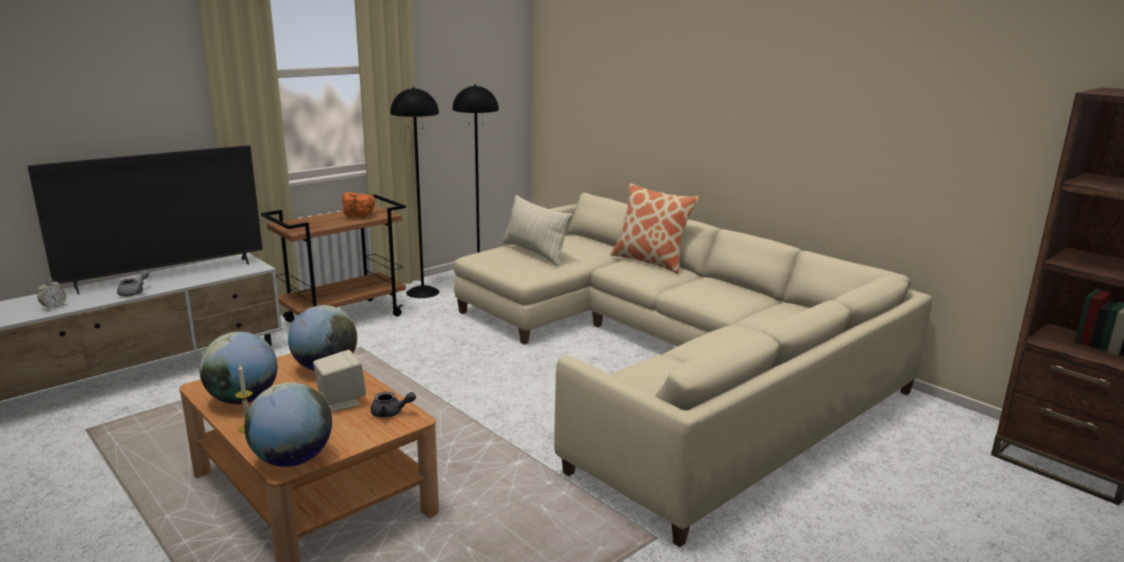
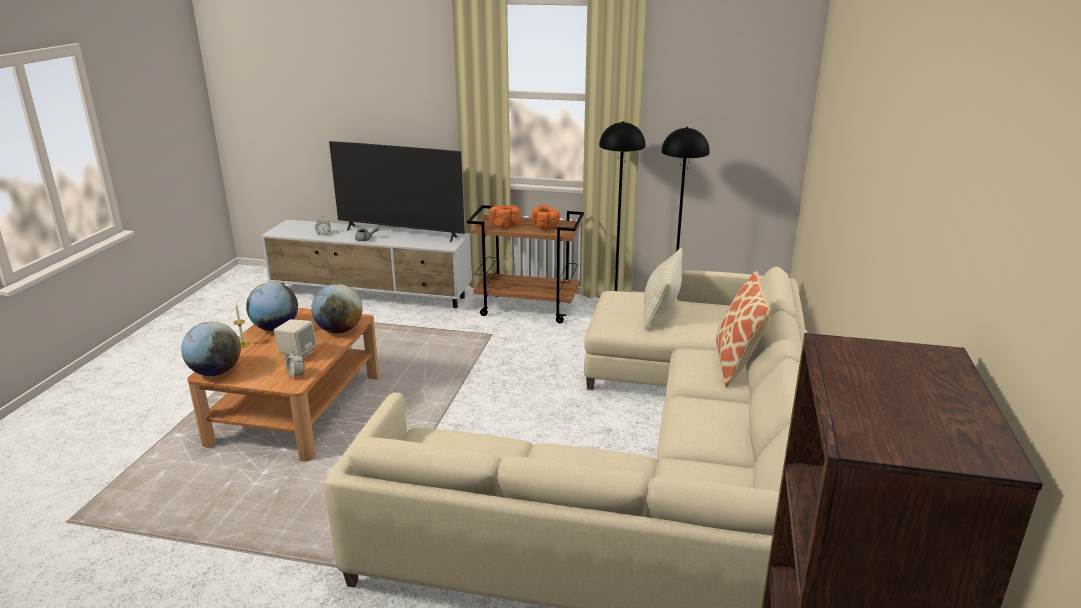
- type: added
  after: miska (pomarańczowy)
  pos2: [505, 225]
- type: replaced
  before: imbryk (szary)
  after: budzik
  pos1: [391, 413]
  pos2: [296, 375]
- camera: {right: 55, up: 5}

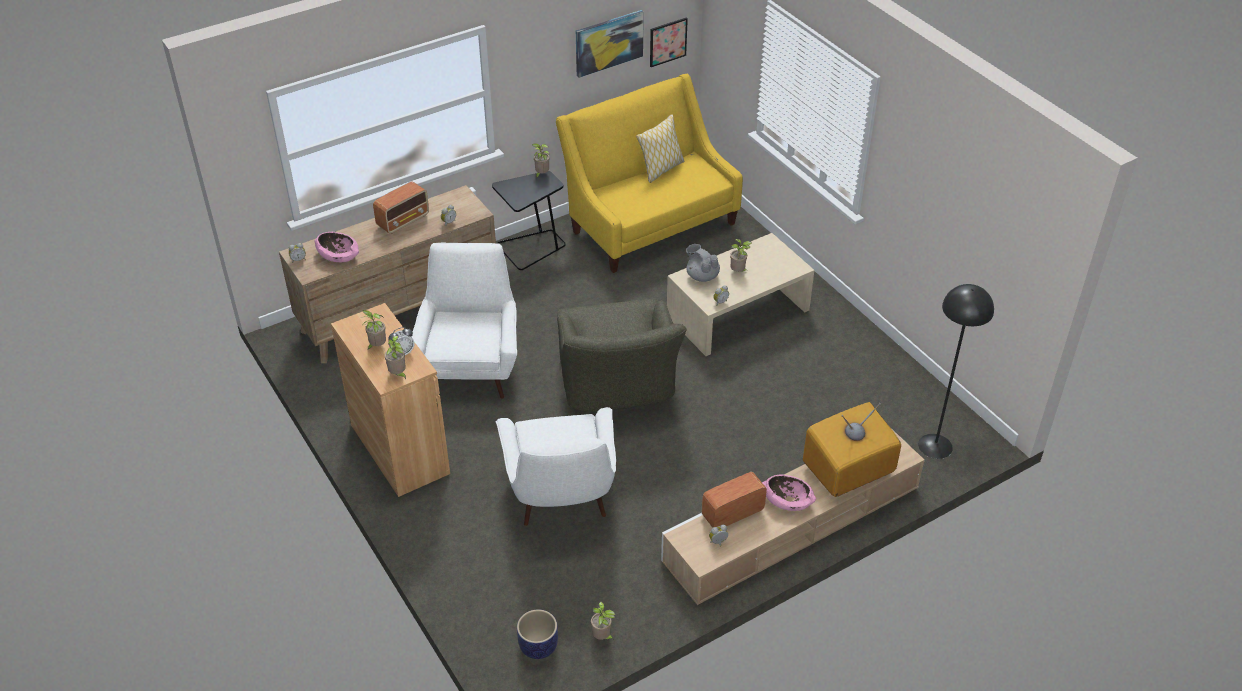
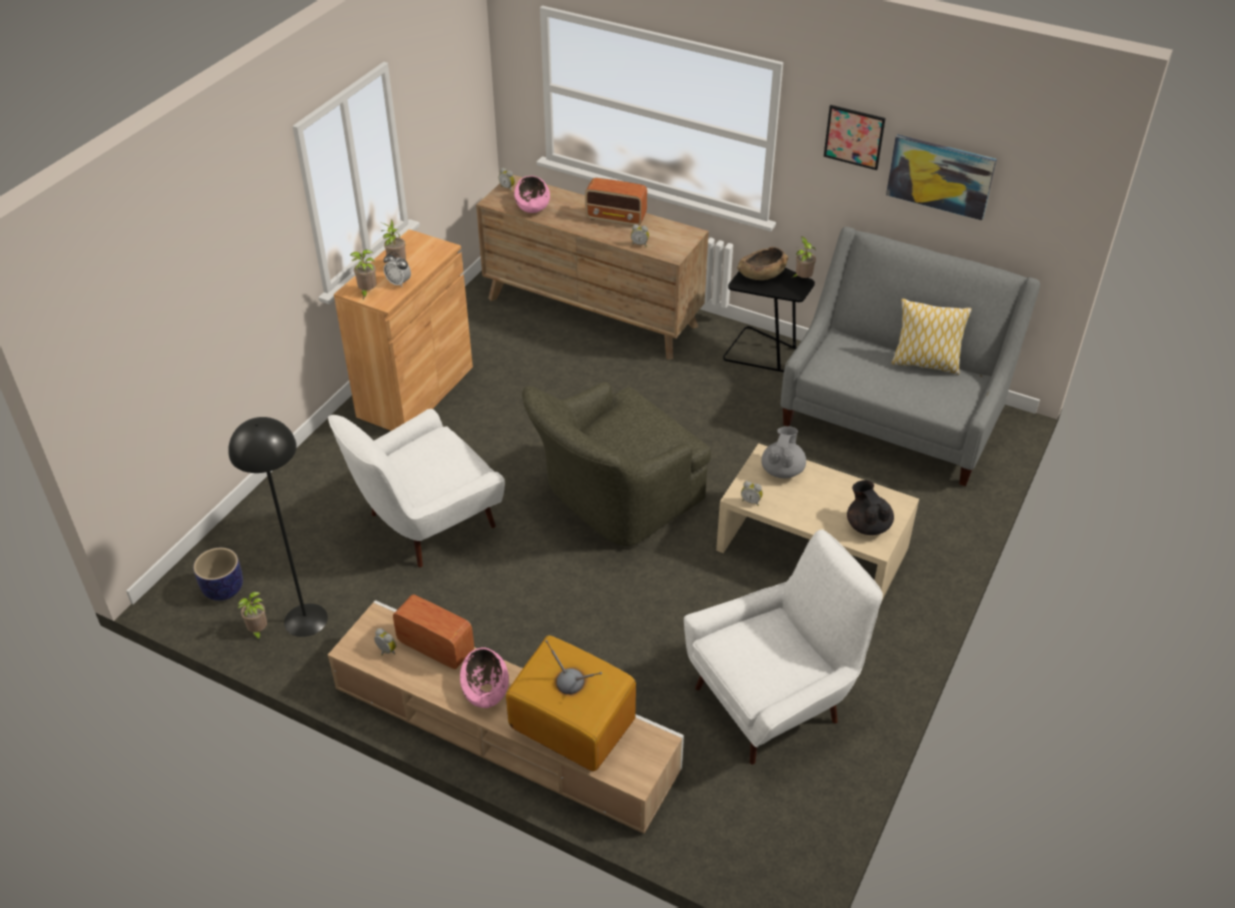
- type: removed
  before: roślina doniczkowa
  pos1: [738, 272]
- type: added
  after: miska (brązowy)
  pos2: [761, 274]
- type: added
  after: imbryk (czarny)
  pos2: [867, 525]
- type: moved
  before: fotel (biały)
  pos1: [470, 367]
  pos2: [774, 700]
- type: moved
  before: obraz
  pos1: [668, 42]
  pos2: [854, 137]
- type: moved
  before: lampa stojąca (czarny)
  pos1: [935, 446]
  pos2: [305, 619]
- type: recoloured
  before: kanapa (żółty)
  after: kanapa (szary)
  pos1: [649, 223]
  pos2: [892, 418]
- camera: {right: 60, up: 0}

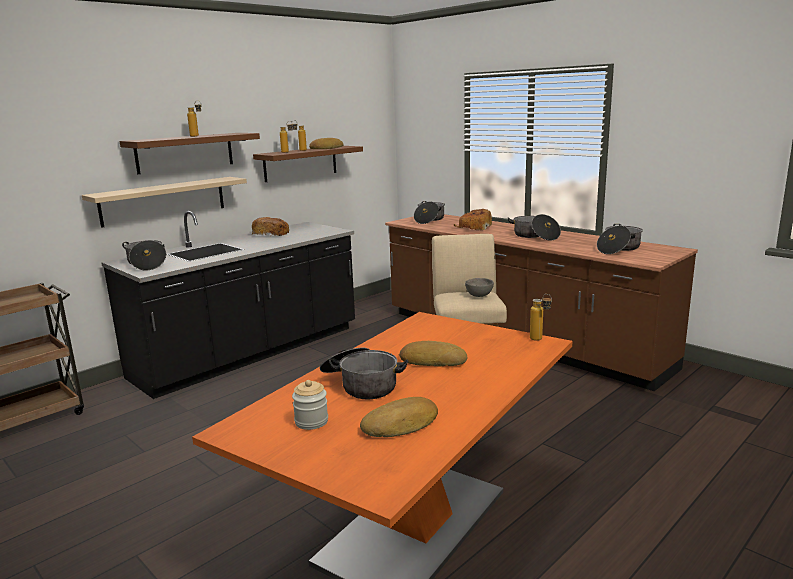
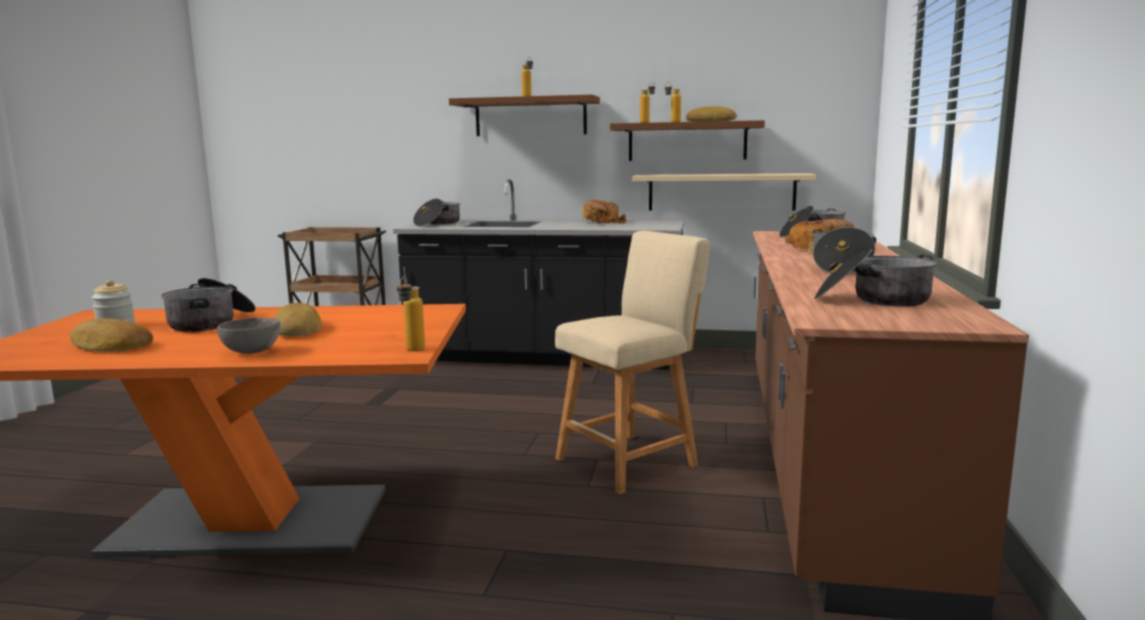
- type: moved
  before: półka (beżowy)
  pos1: [164, 201]
  pos2: [721, 192]
- type: moved
  before: miska (szary)
  pos1: [479, 295]
  pos2: [253, 352]
- camera: {right: 55, up: -5}

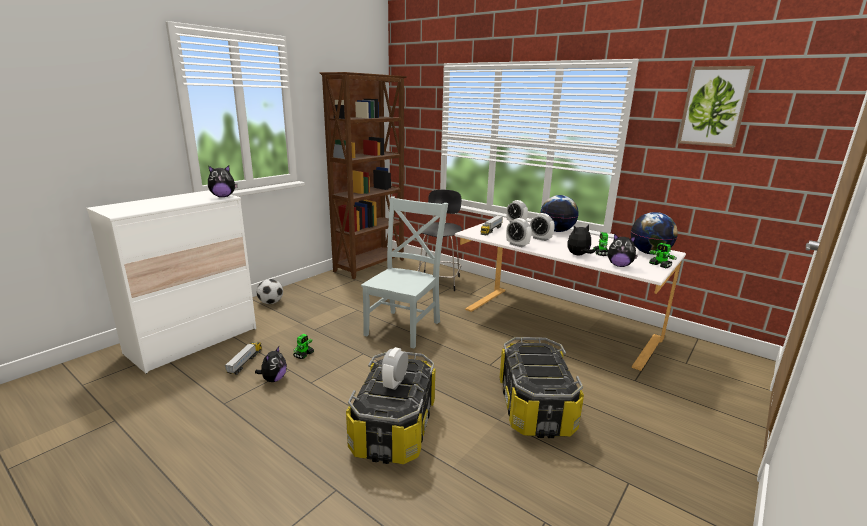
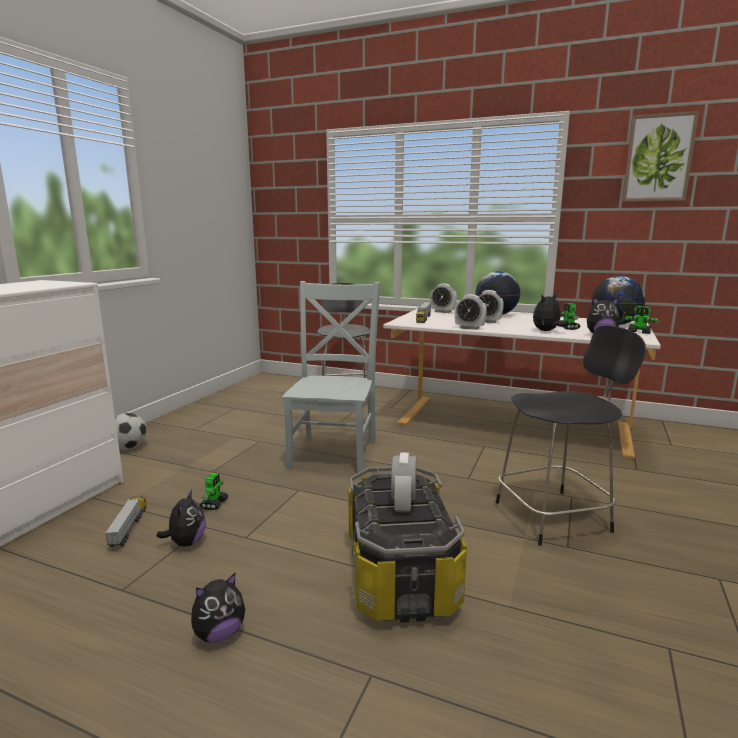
- type: removed
  before: regał (brązowy)
  pos1: [370, 265]
- type: moved
  before: pluszak
  pos1: [223, 196]
  pos2: [219, 634]
- type: replaced
  before: pojemnik do przechowywania
  after: krzesło (czarny)
  pos1: [535, 407]
  pos2: [555, 516]
- camera: {right: -15, up: -5}

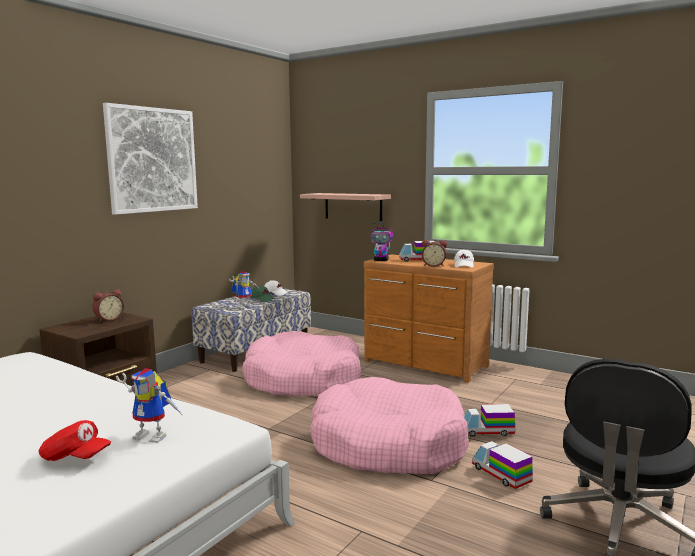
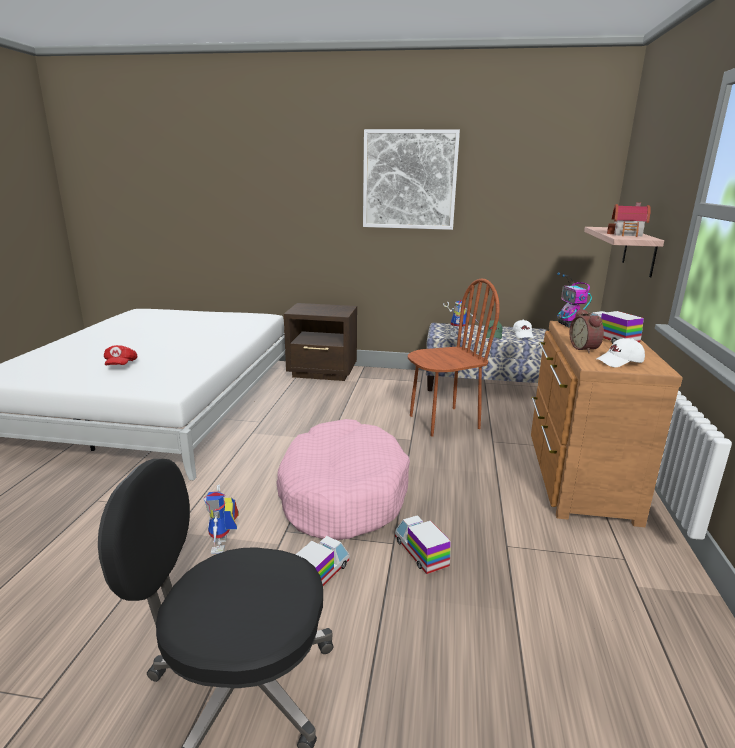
- type: removed
  before: budzik
  pos1: [108, 319]
- type: added
  after: domek
  pos2: [628, 234]
- type: moved
  before: robot zabawkowy
  pos1: [154, 435]
  pos2: [223, 546]
- type: replaced
  before: legowisko (różowy)
  after: krzesło (brązowy)
  pos1: [303, 380]
  pos2: [444, 421]
- camera: {right: 65, up: 10}

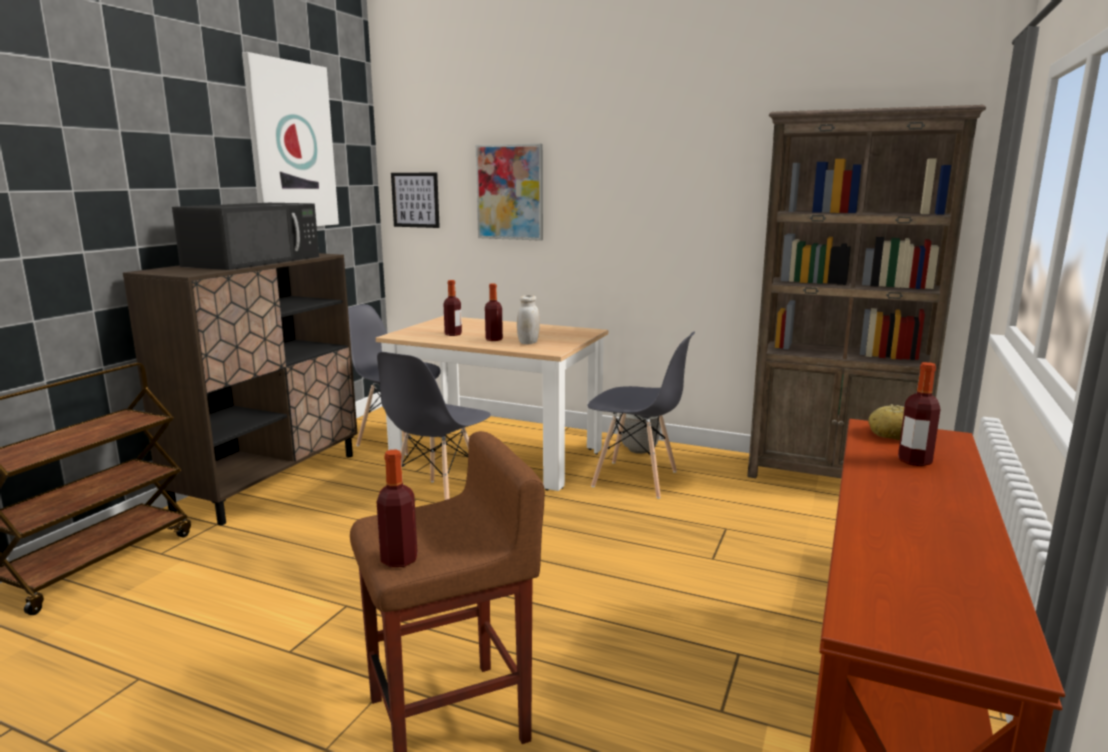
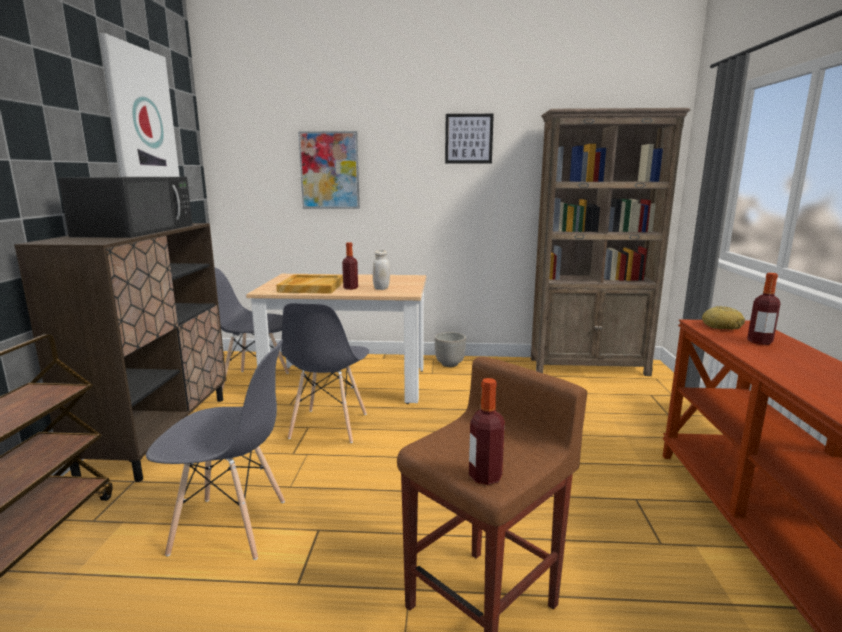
- type: moved
  before: obraz
  pos1: [415, 200]
  pos2: [468, 138]
- type: moved
  before: krzesło (szary)
  pos1: [635, 479]
  pos2: [230, 527]
- type: replaced
  before: butelka
  after: taca (beżowy)
  pos1: [453, 334]
  pos2: [311, 287]
- camera: {right: -20, up: 0}

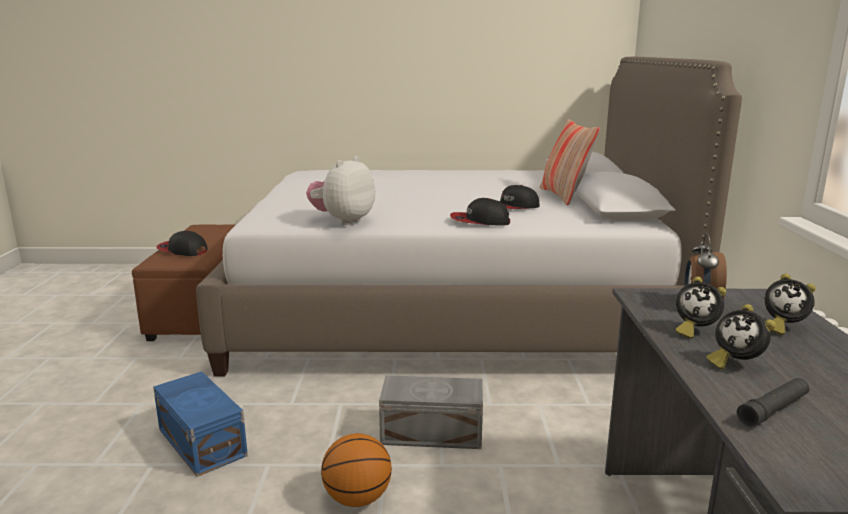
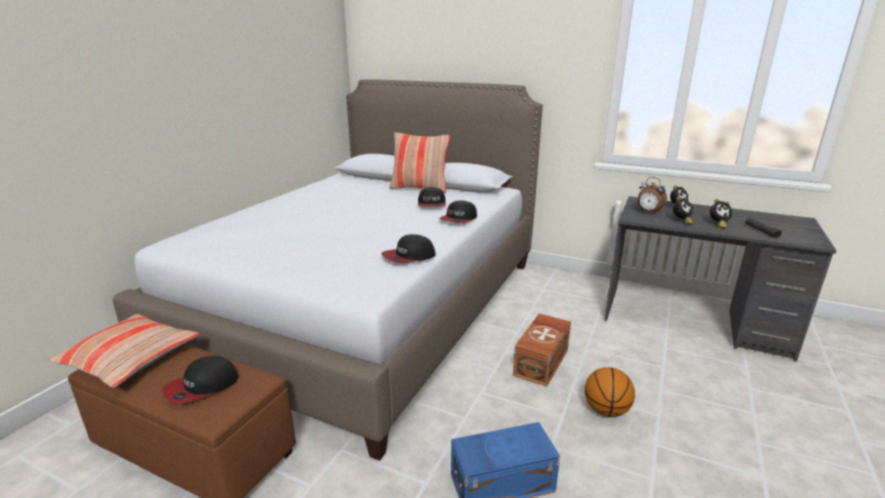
- type: added
  after: poduszka
  pos2: [130, 359]
- type: replaced
  before: pluszak
  after: czapka z daszkiem
  pos1: [343, 221]
  pos2: [409, 257]
- type: recoloured
  before: pojemnik do przechowywania (szary)
  after: pojemnik do przechowywania (brązowy)
  pos1: [433, 433]
  pos2: [542, 362]
- camera: {right: -65, up: 5}

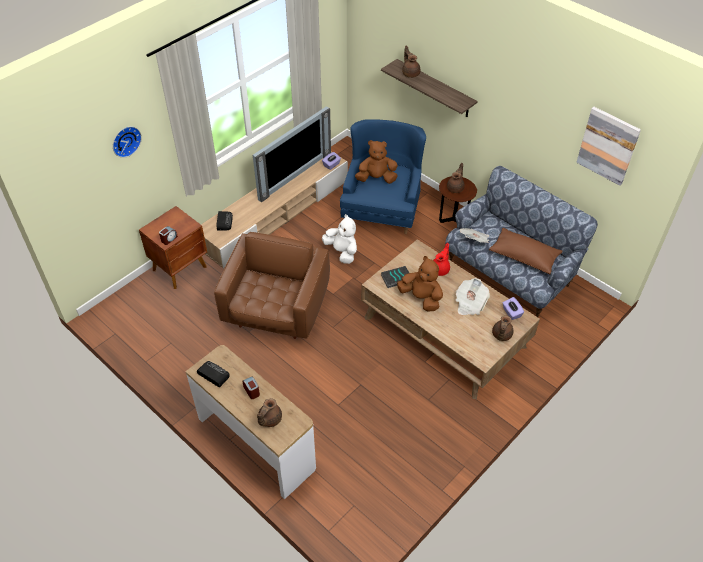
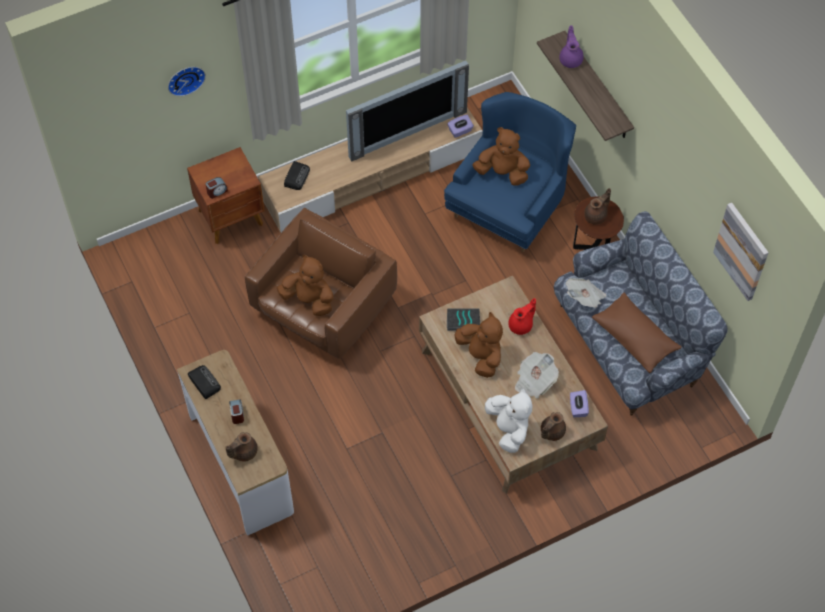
- type: added
  after: pluszak (brązowy)
  pos2: [309, 299]
- type: moved
  before: pluszak (biały)
  pos1: [342, 252]
  pos2: [508, 429]
- type: recoloured
  before: imbryk (brązowy)
  after: imbryk (fioletowy)
  pos1: [410, 73]
  pos2: [571, 59]
- camera: {right: 20, up: 10}

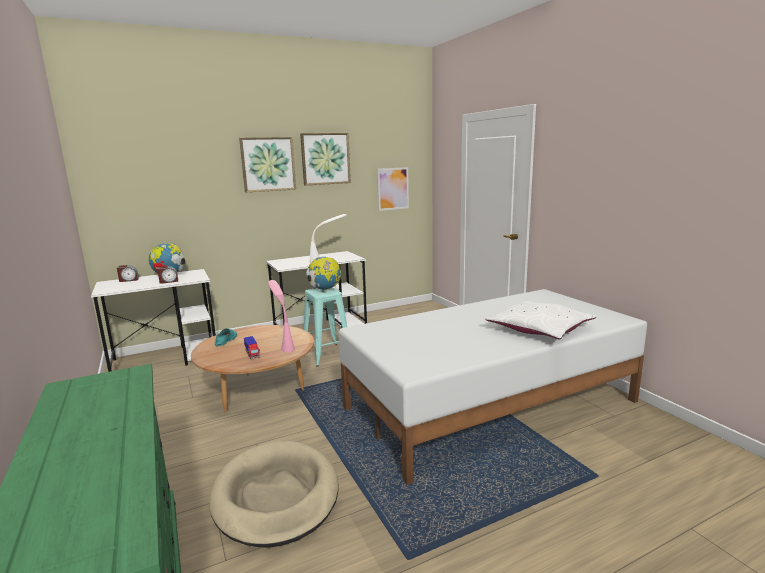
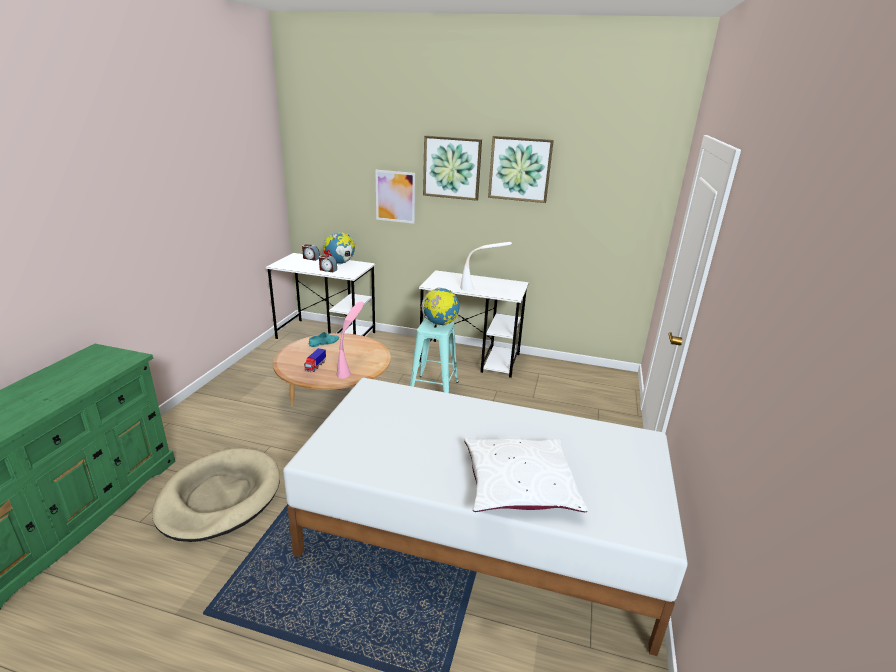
- type: moved
  before: obraz
  pos1: [393, 188]
  pos2: [395, 196]
- camera: {right: 40, up: 10}

